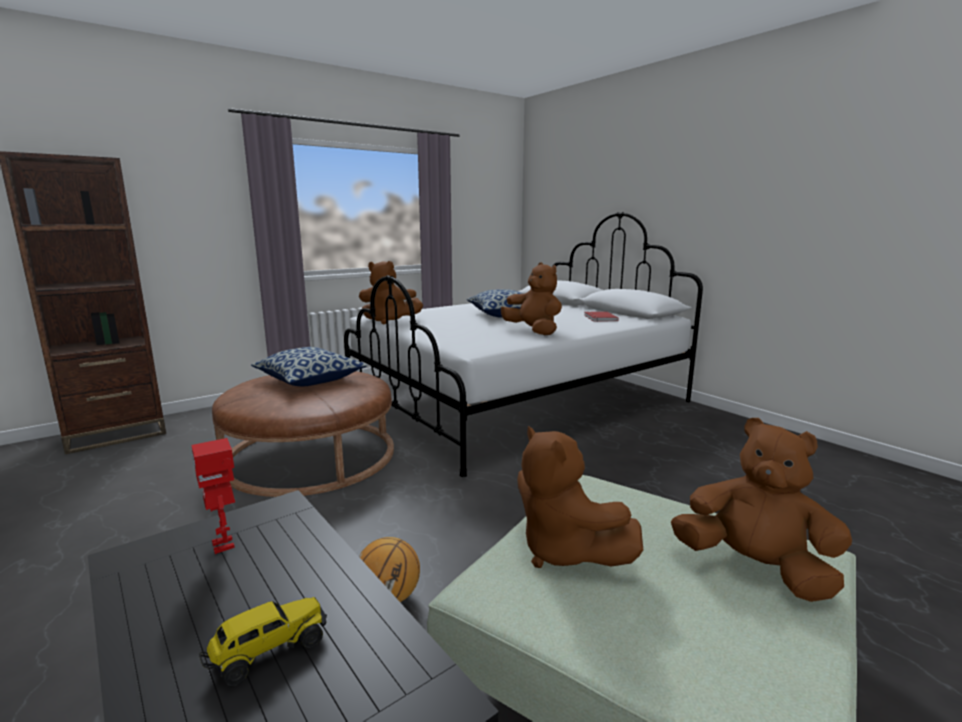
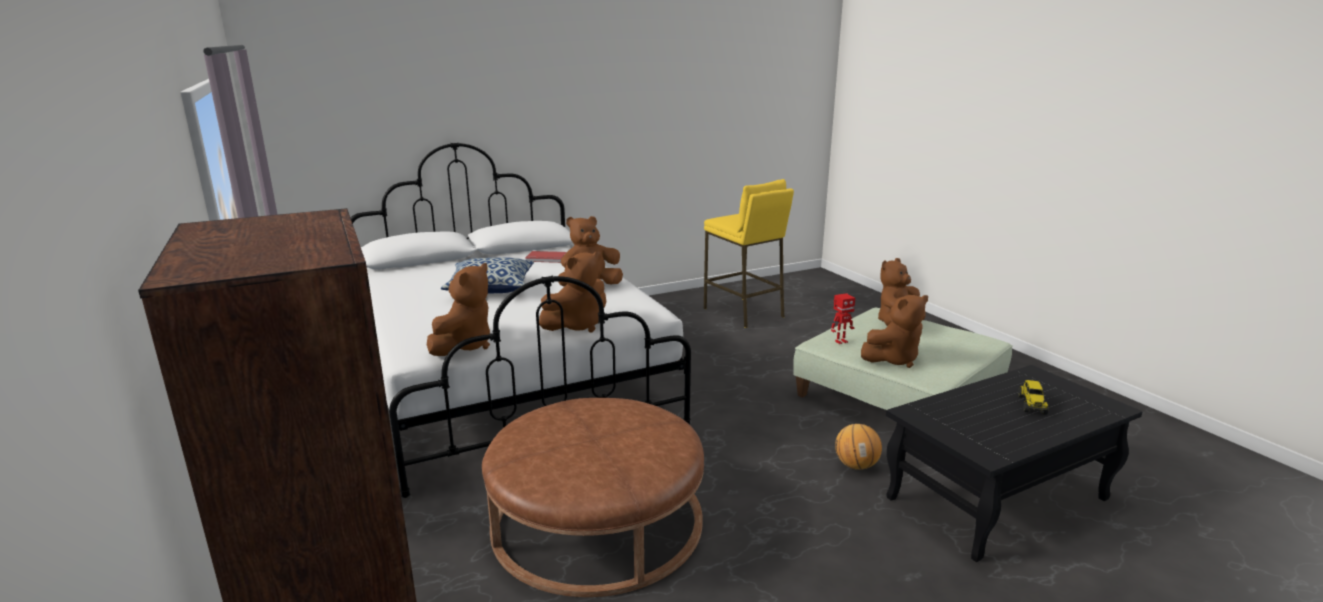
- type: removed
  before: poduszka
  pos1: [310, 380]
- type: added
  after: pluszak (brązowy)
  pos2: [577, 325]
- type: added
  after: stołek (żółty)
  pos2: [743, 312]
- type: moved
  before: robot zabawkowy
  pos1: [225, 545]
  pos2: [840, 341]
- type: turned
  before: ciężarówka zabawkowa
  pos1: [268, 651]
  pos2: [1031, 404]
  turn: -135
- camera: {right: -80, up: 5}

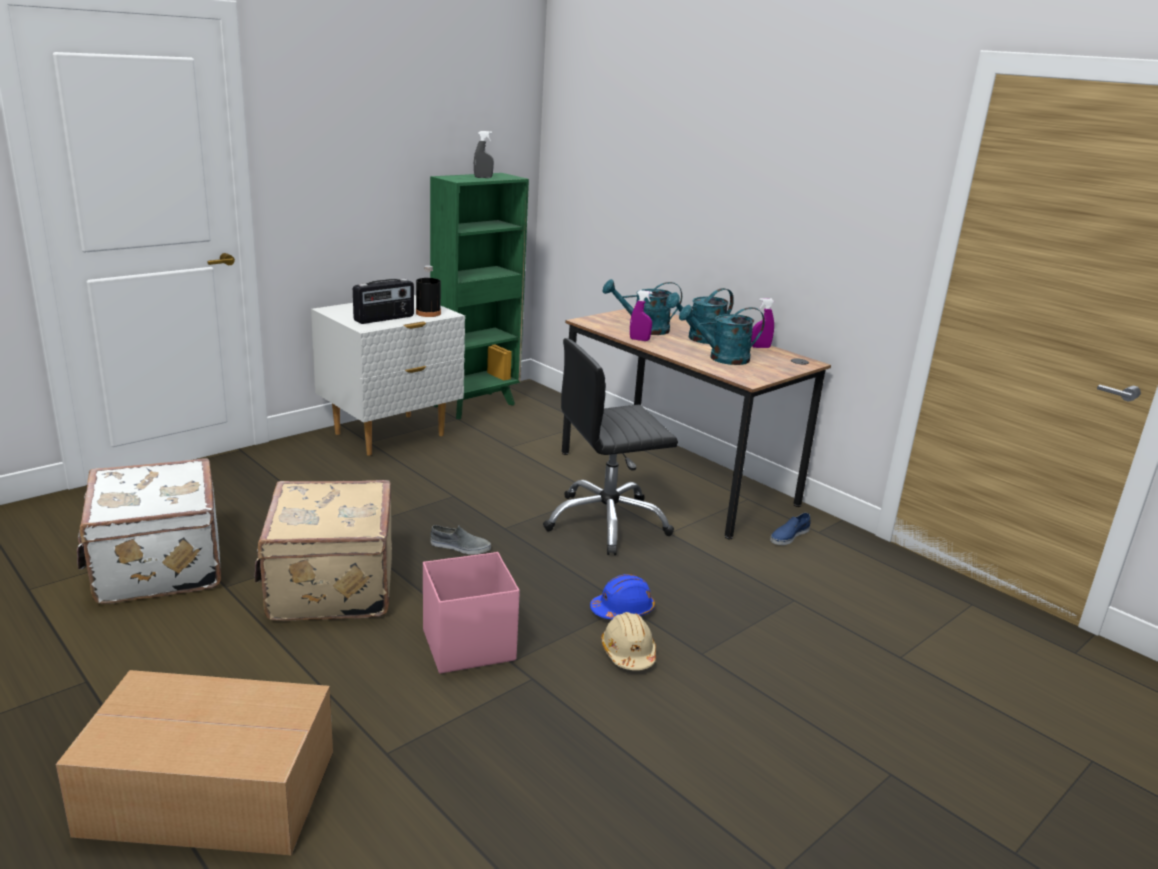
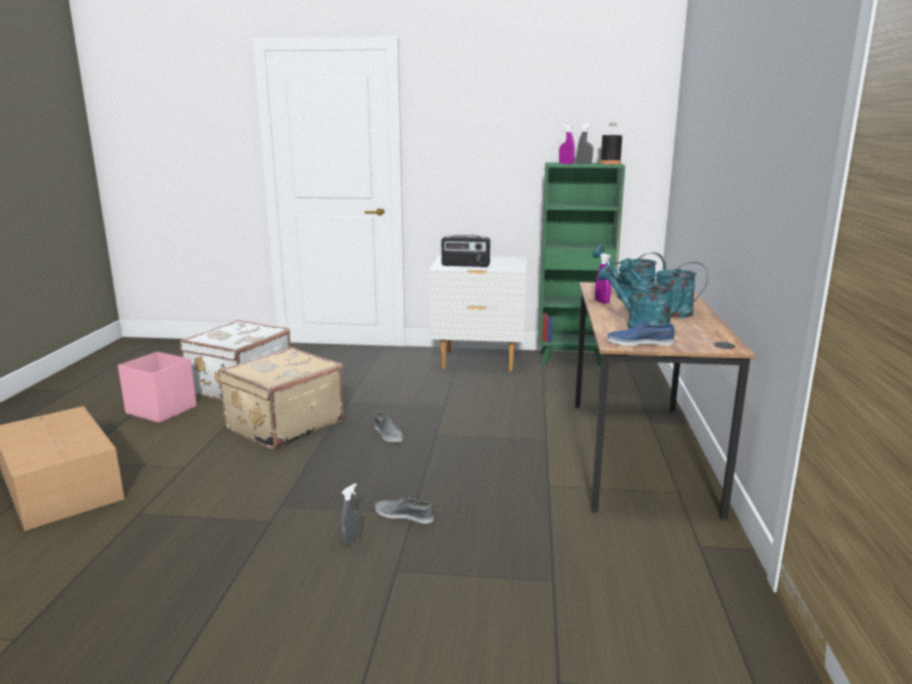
- type: removed
  before: krzesło biurowe (czarny)
  pos1: [607, 522]
- type: moved
  before: butelka (czarny)
  pos1: [428, 313]
  pos2: [610, 163]
- type: moved
  before: pojemnik do przechowywania (różowy)
  pos1: [467, 645]
  pos2: [161, 409]
- type: moved
  before: spryskiwacz (fioletowy)
  pos1: [760, 347]
  pos2: [566, 164]
- type: moved
  before: but (niebieski)
  pos1: [789, 536]
  pos2: [639, 343]
- type: replaced
  before: kask (niebieski)
  after: but (szary)
  pos1: [622, 610]
  pos2: [404, 515]
- type: replaced
  before: kask (beżowy)
  after: spryskiwacz (szary)
  pos1: [628, 653]
  pos2: [351, 540]
- camera: {right: 50, up: -5}

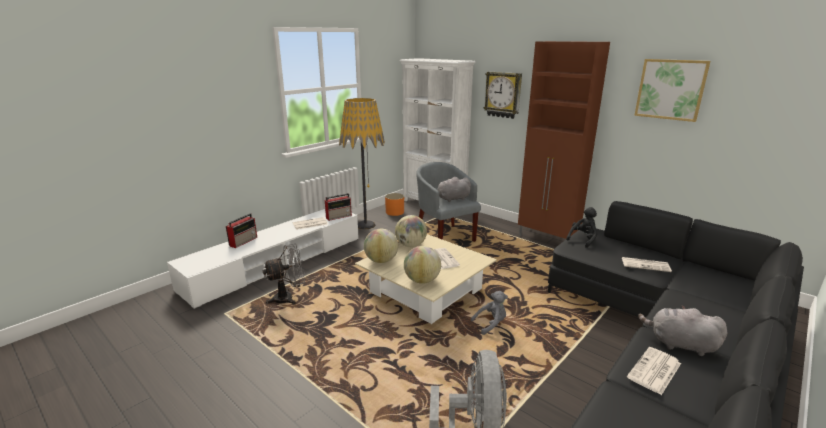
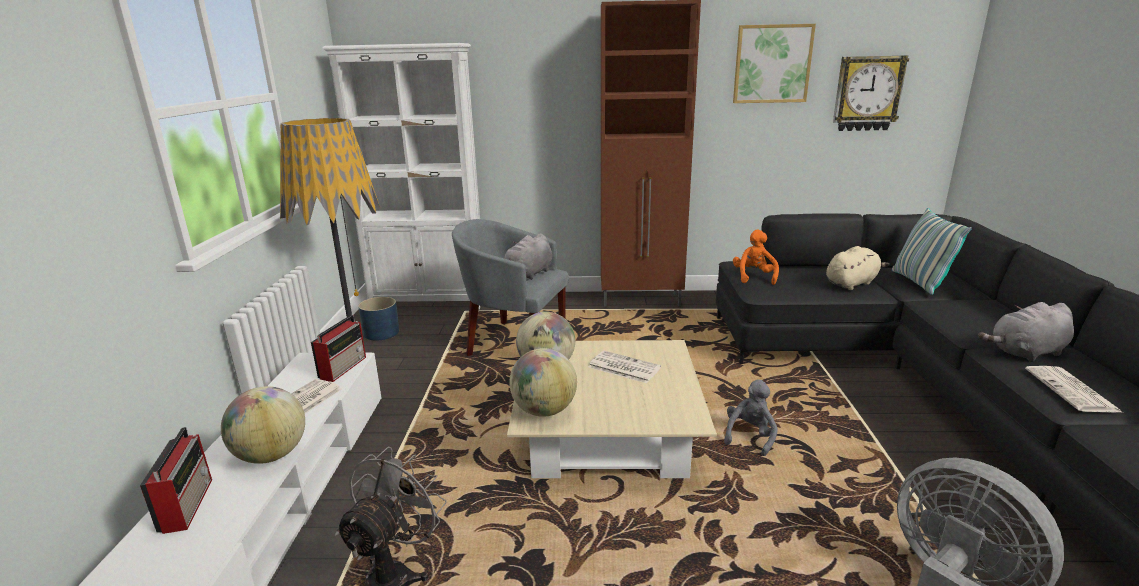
- type: added
  after: poduszka
  pos2: [919, 282]
- type: moved
  before: globus
  pos1: [422, 280]
  pos2: [271, 455]
- type: moved
  before: zegar ścienny
  pos1: [503, 95]
  pos2: [867, 93]
- type: replaced
  before: gazeta
  after: pluszak (beżowy)
  pos1: [646, 265]
  pos2: [852, 283]
- type: recoloured
  before: donica (pomarańczowy)
  after: donica (niebieski)
  pos1: [395, 212]
  pos2: [381, 333]
- type: recoloured
  before: pluszak (czarny)
  after: pluszak (pomarańczowy)
  pos1: [583, 239]
  pos2: [754, 277]
- camera: {right: -40, up: 0}

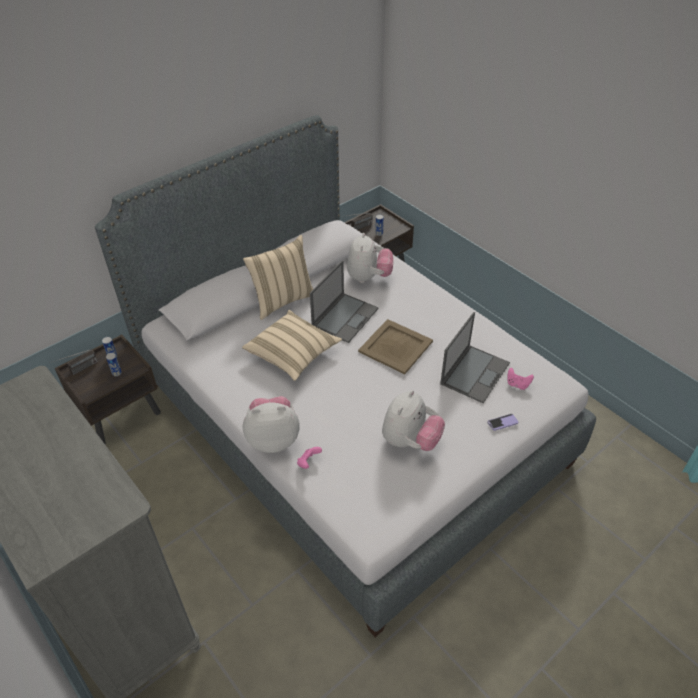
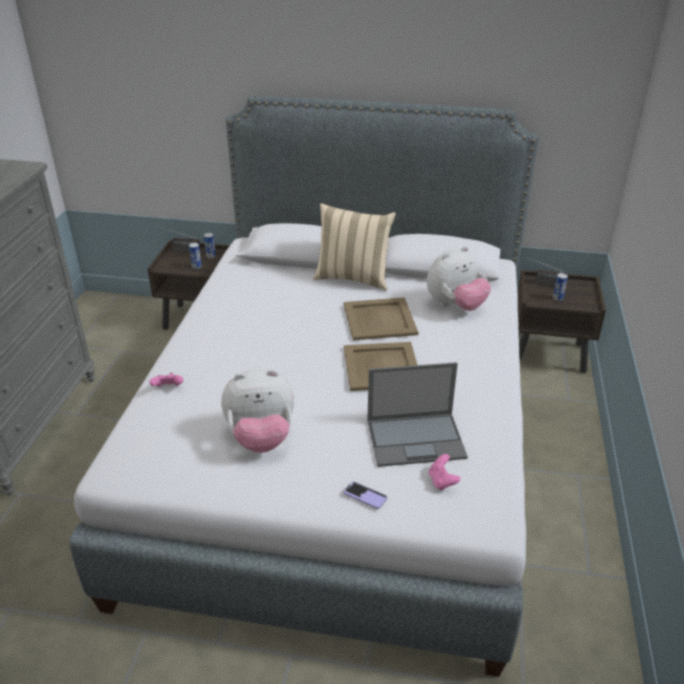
- type: removed
  before: poduszka (beżowy)
  pos1: [293, 354]
- type: removed
  before: pluszak
  pos1: [273, 438]
- type: replaced
  before: laptop
  after: taca (beżowy)
  pos1: [345, 317]
  pos2: [380, 319]
- camera: {right: 50, up: -10}

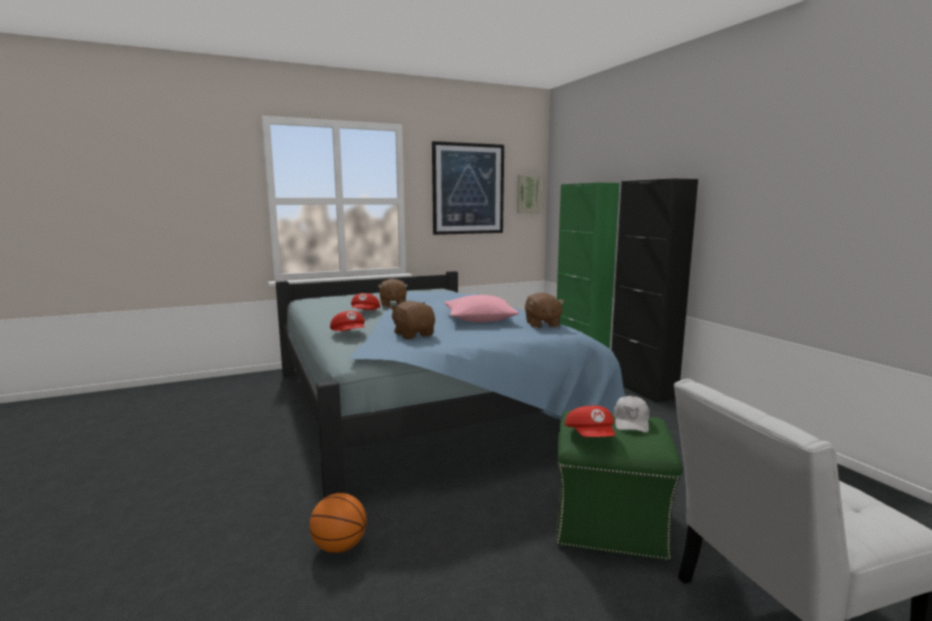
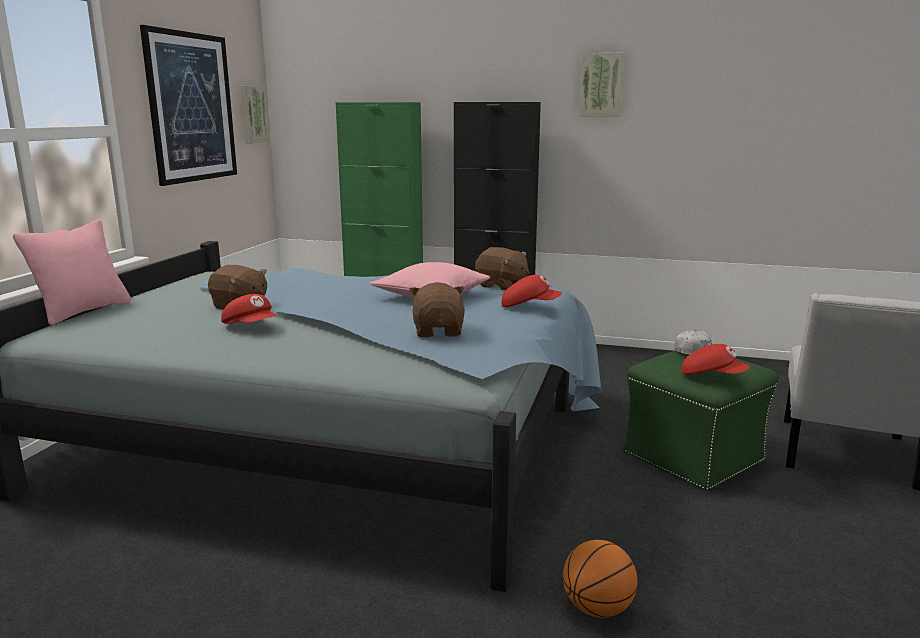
- type: added
  after: poduszka (różowy)
  pos2: [83, 311]
- type: added
  after: obraz
  pos2: [601, 85]
- type: moved
  before: czapka z daszkiem (czerwony)
  pos1: [349, 334]
  pos2: [529, 306]
- type: turned
  before: pluszak (brązowy)
  pos1: [414, 334]
  pos2: [438, 331]
  turn: 75
- camera: {right: -50, up: 5}

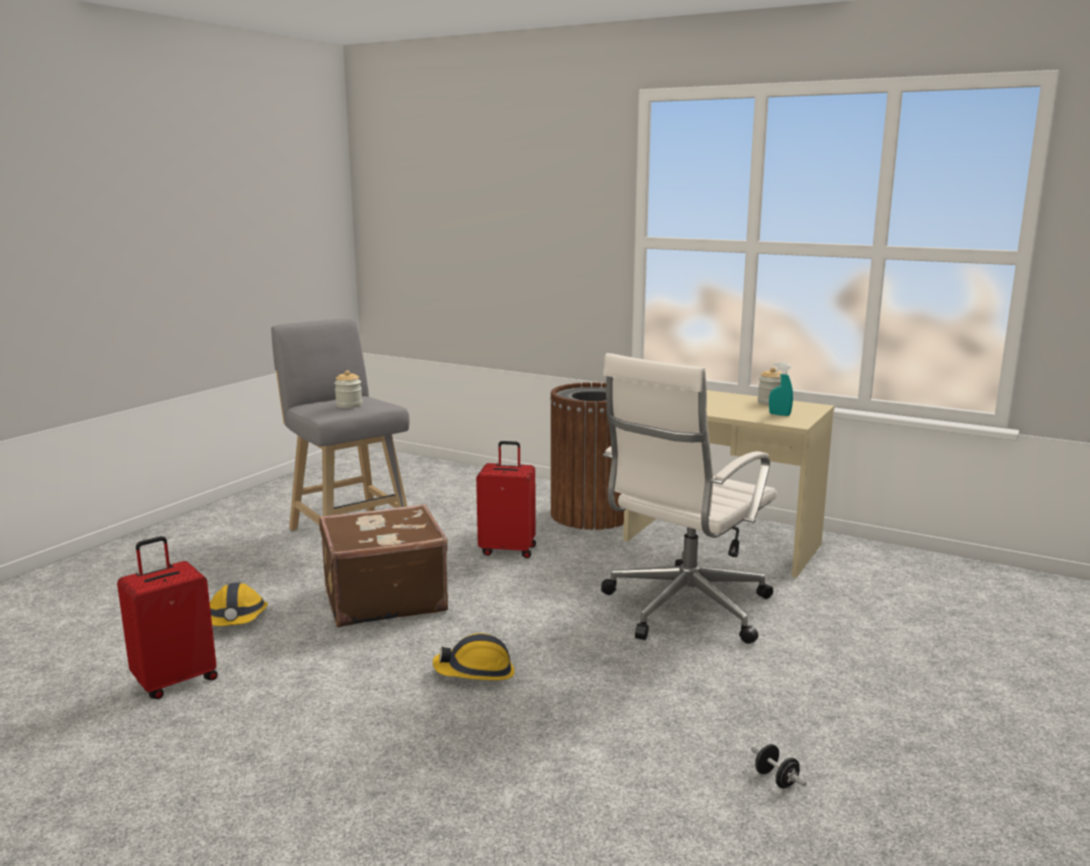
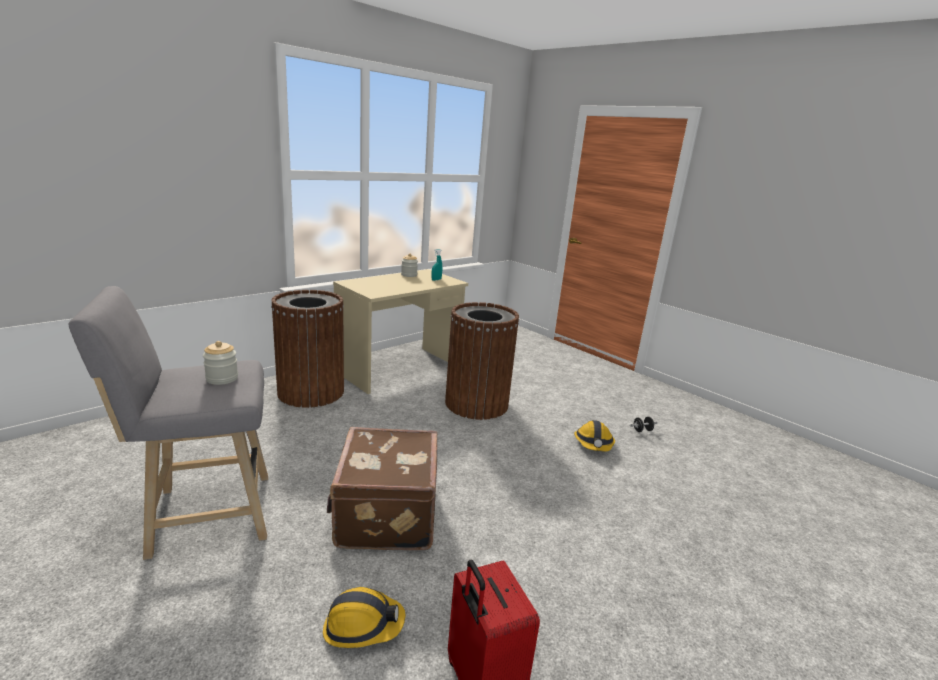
- type: removed
  before: walizka (czerwony)
  pos1: [508, 550]
- type: moved
  before: kask
  pos1: [475, 672]
  pos2: [593, 444]
- type: replaced
  before: krzesło biurowe (biały)
  after: kosz na śmieci (brązowy)
  pos1: [683, 609]
  pos2: [476, 404]
- camera: {right: -75, up: 5}

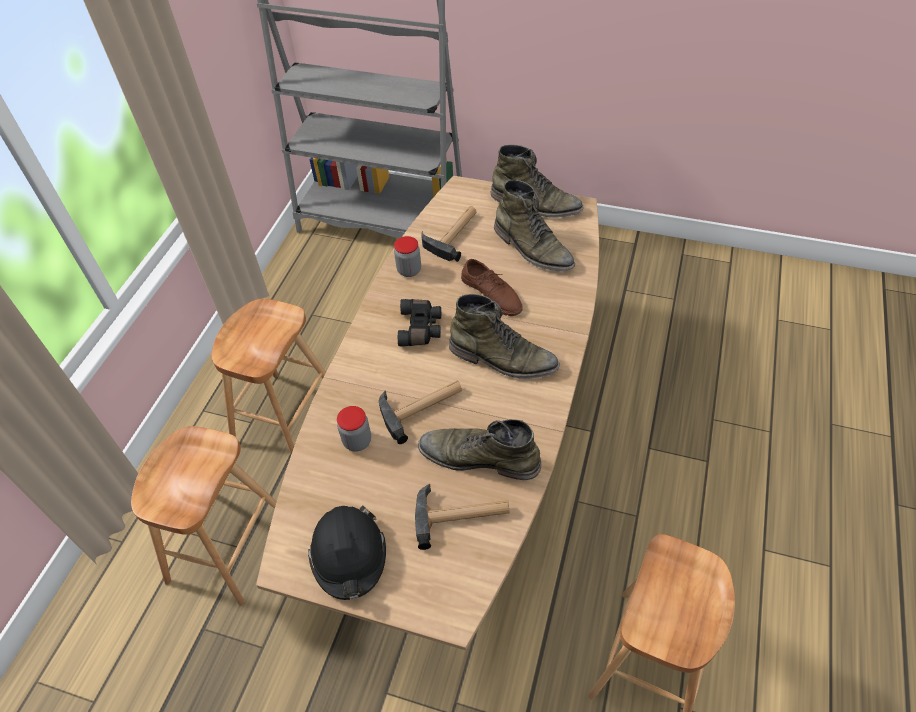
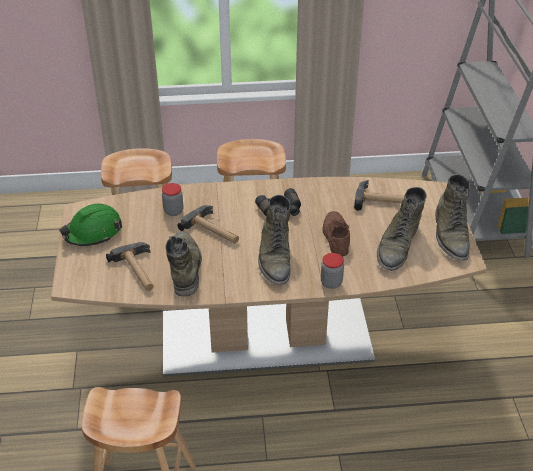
- type: moved
  before: słoik
  pos1: [409, 270]
  pos2: [331, 283]
- type: recoloured
  before: kask (czarny)
  after: kask (zielony)
  pos1: [349, 556]
  pos2: [93, 232]
- type: turned
  before: but (brązowy)
  pos1: [492, 293]
  pos2: [335, 236]
  turn: 150
- camera: {right: 65, up: -10}

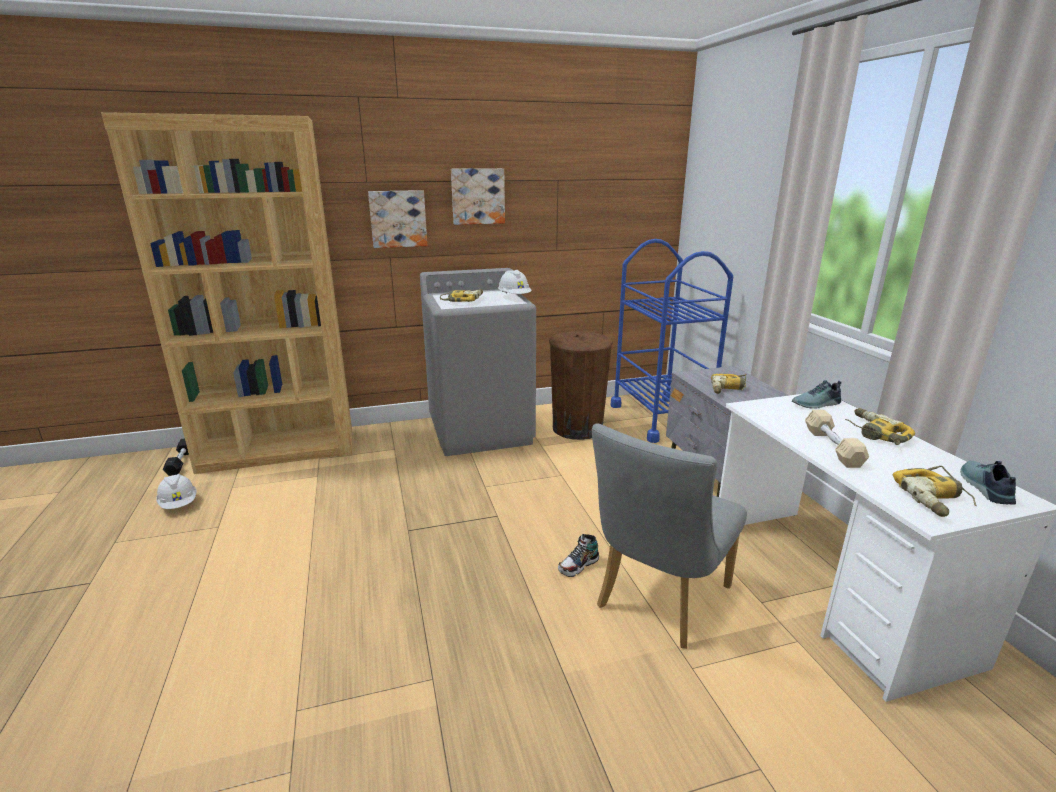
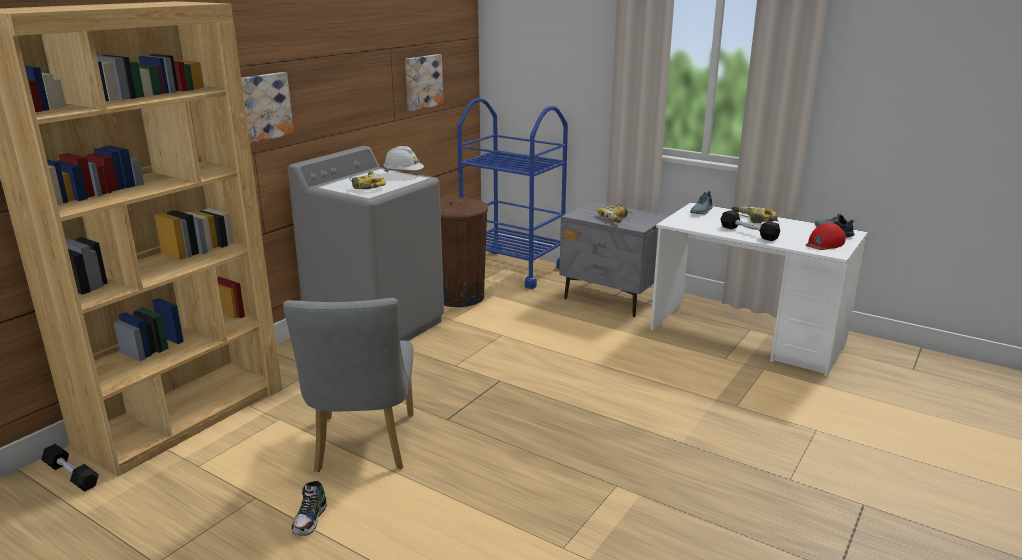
- type: removed
  before: kask (biały)
  pos1: [179, 504]
- type: moved
  before: obraz
  pos1: [477, 196]
  pos2: [422, 82]
- type: moved
  before: but
  pos1: [578, 565]
  pos2: [310, 519]
- type: moved
  before: krzesło (szary)
  pos1: [658, 602]
  pos2: [363, 448]
- type: replaced
  before: wiertarka
  after: czapka z daszkiem (czerwony)
  pos1: [934, 498]
  pos2: [824, 243]
- type: recoloured
  before: hantel (beżowy)
  after: hantel (czarny)
  pos1: [832, 447]
  pos2: [748, 233]
- camera: {right: -40, up: 0}

